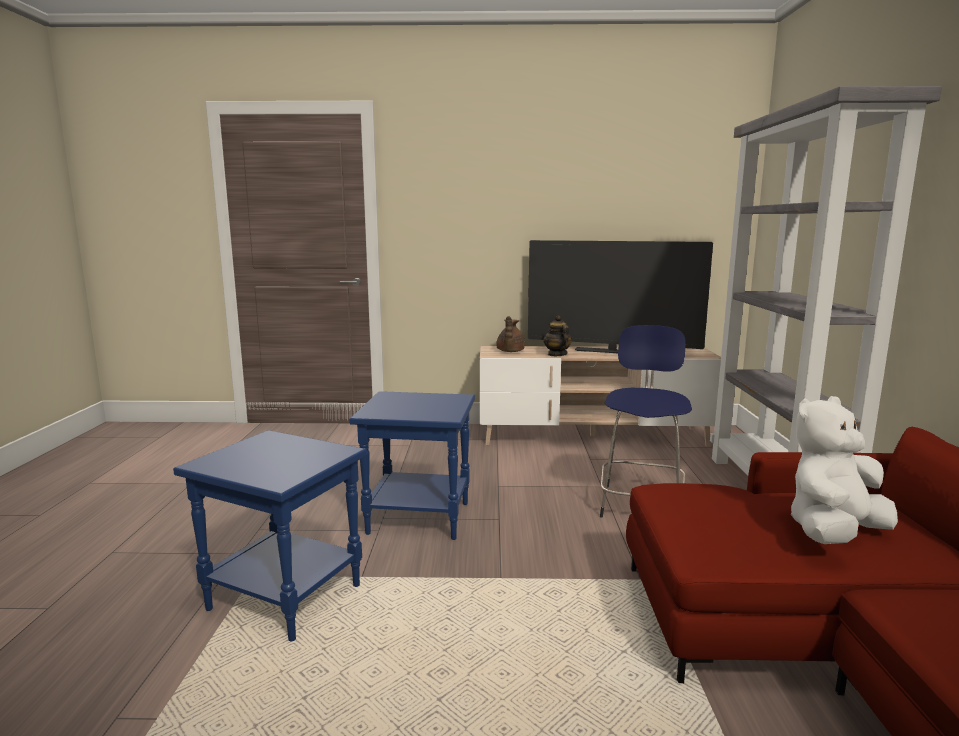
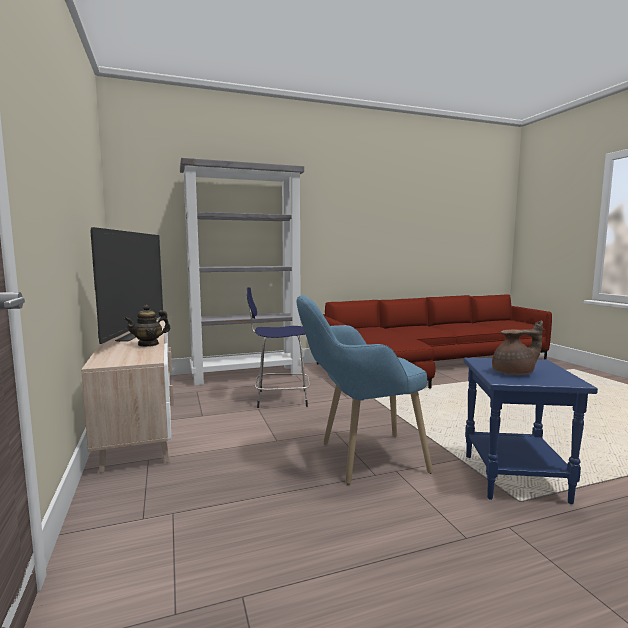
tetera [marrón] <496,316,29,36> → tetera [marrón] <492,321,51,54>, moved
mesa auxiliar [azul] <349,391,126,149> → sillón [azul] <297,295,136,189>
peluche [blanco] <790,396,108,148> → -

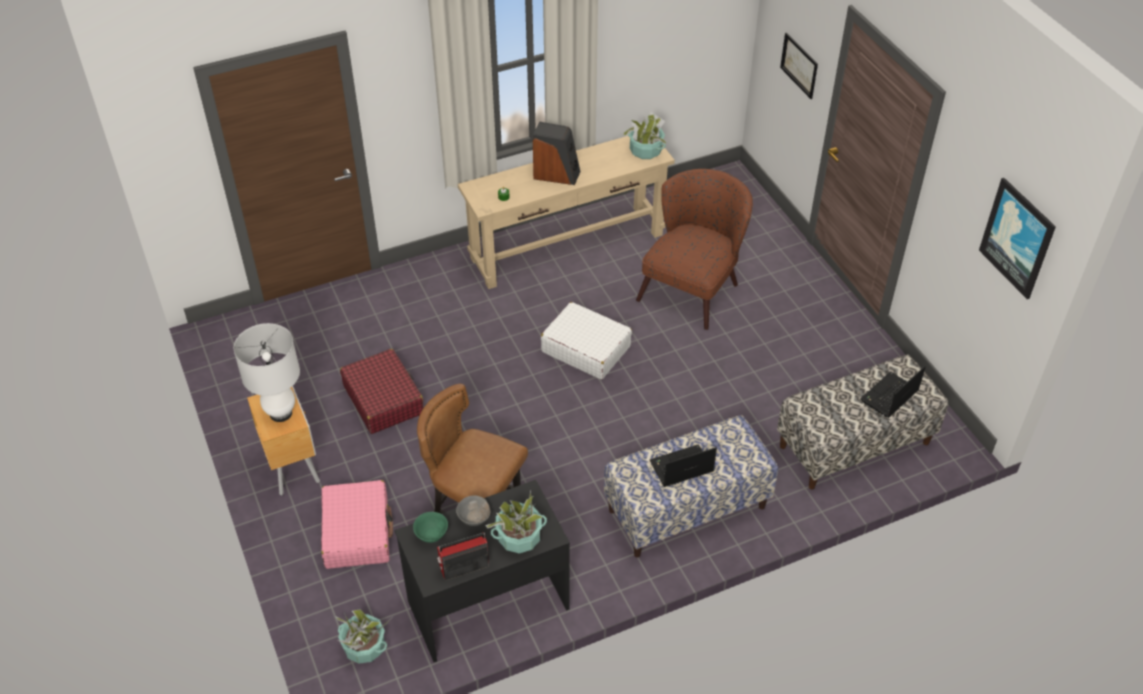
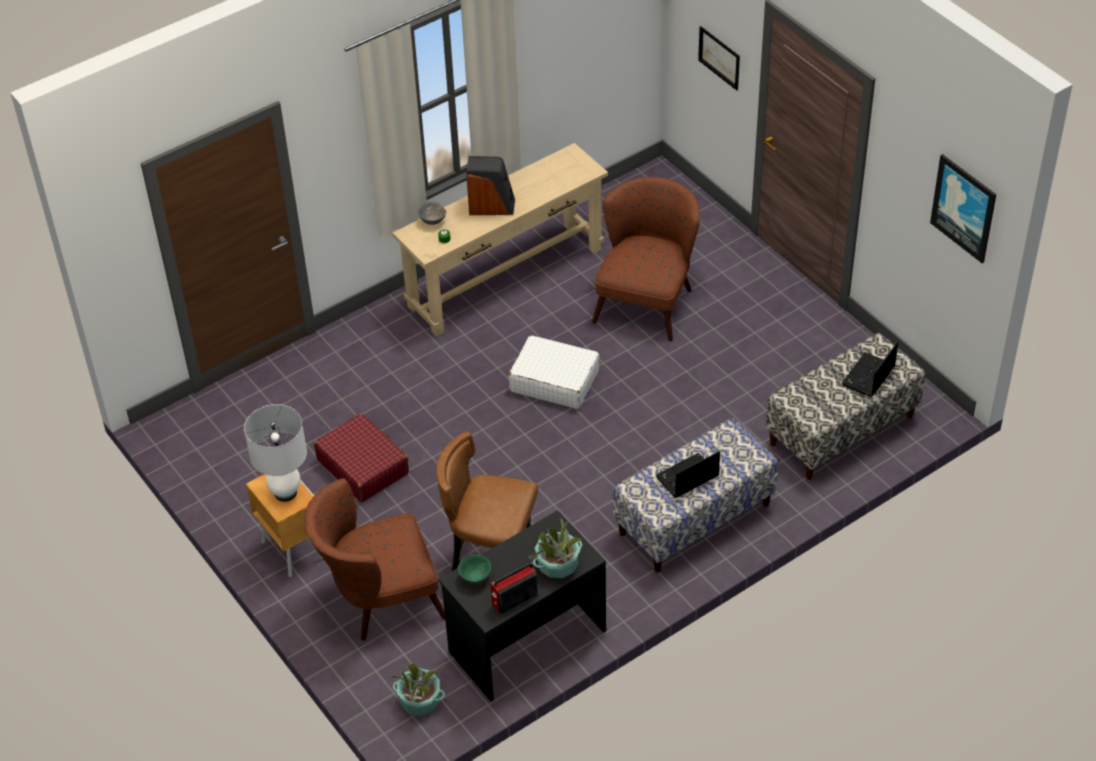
planta en maceta <621,112,46,47> → -
maleta [rosa] <321,480,72,89> → sillón [marrón] <304,478,141,163>
cuenco [gris] <456,495,35,31> → cuenco [gris] <418,202,28,23>, moved

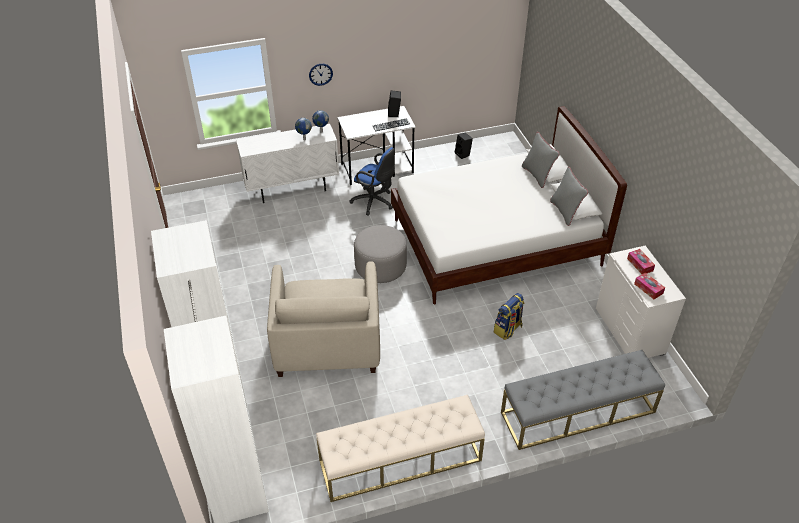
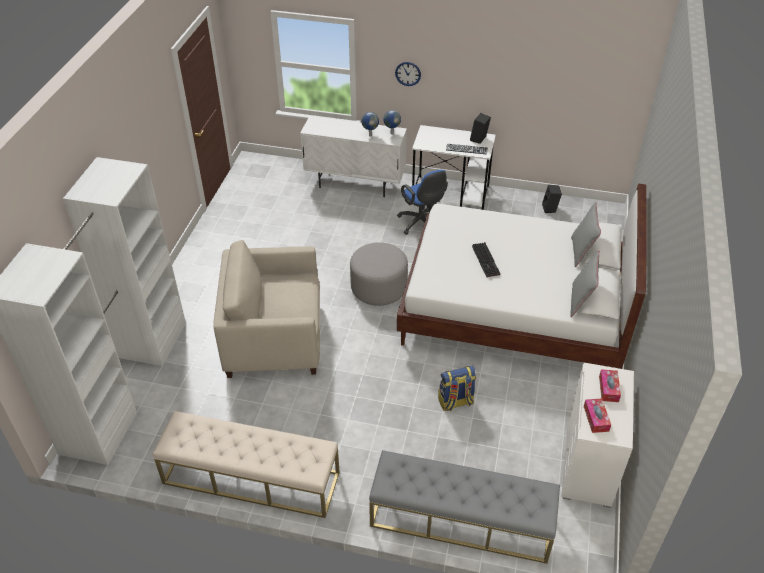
sillón [beis] <267,262,113,115> → sillón [beis] <213,240,107,138>, 60 degrees clockwise
- → teclado <472,242,28,35>

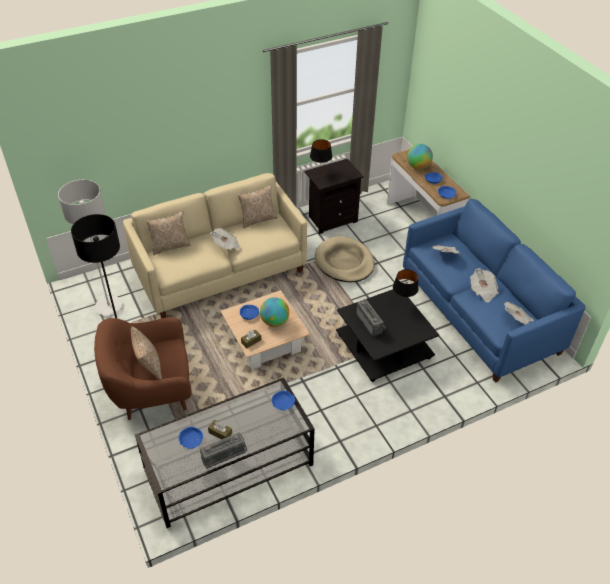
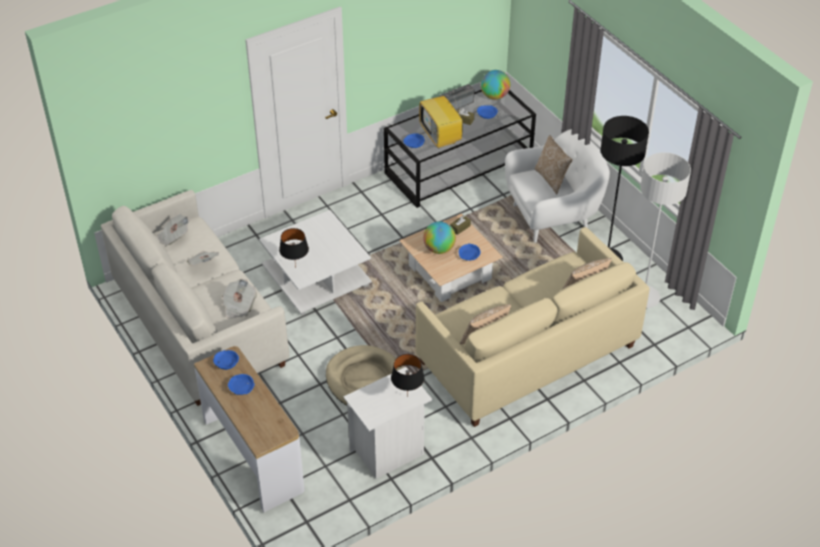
globo terráqueo <407,144,26,26> → globo terráqueo <481,70,29,30>, moved
mesita de noche [negro] <304,159,60,75> → mesita de noche [blanco] <343,367,90,112>
sofá [azul] <403,199,183,184> → sofá [blanco] <101,190,188,216>
periódico <210,228,31,22> → -
mesa de centro [negro] <336,289,103,93> → mesa de centro [blanco] <259,210,113,105>
radio <356,299,30,37> → -
sillón [marrón] <94,317,97,103> → sillón [blanco] <505,129,105,114>
- → televisor <419,92,44,56>

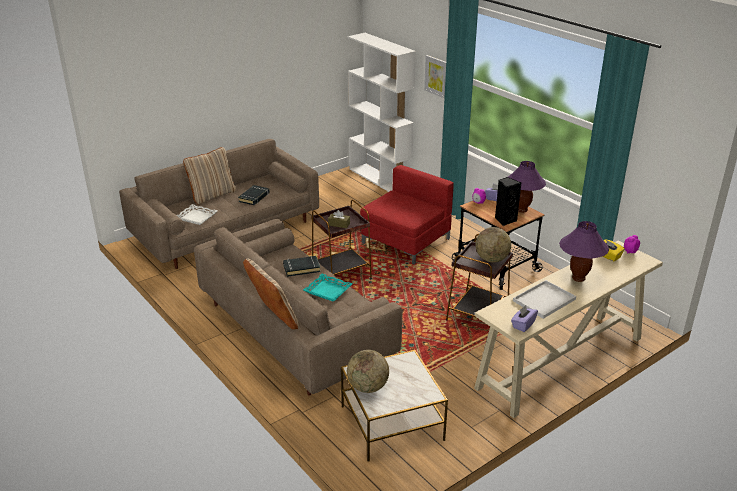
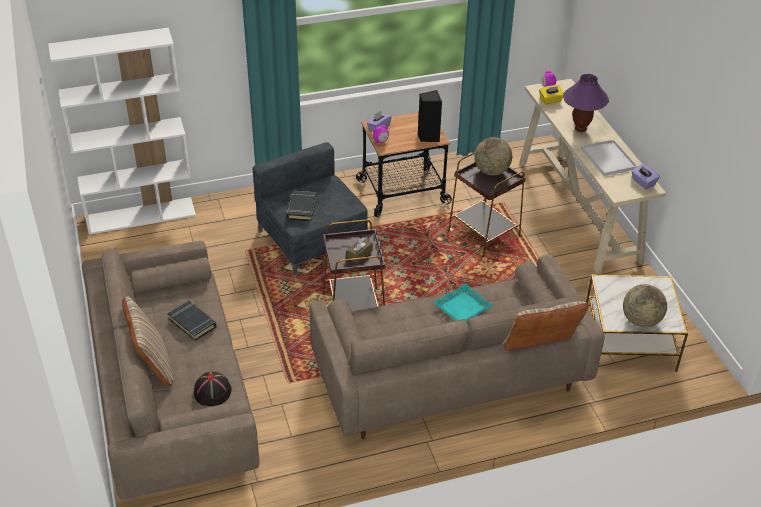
cuadro <424,55,22,43> → -
lámpara de mesa [morado] <508,161,38,52> → -
sillón [rojo] <360,165,94,100> → sillón [gris] <253,142,115,133>
bandeja [blanco] <177,204,41,21> → sombrero [negro] <193,372,39,34>
libro [negro] <283,256,38,21> → libro [negro] <286,191,31,30>, moved

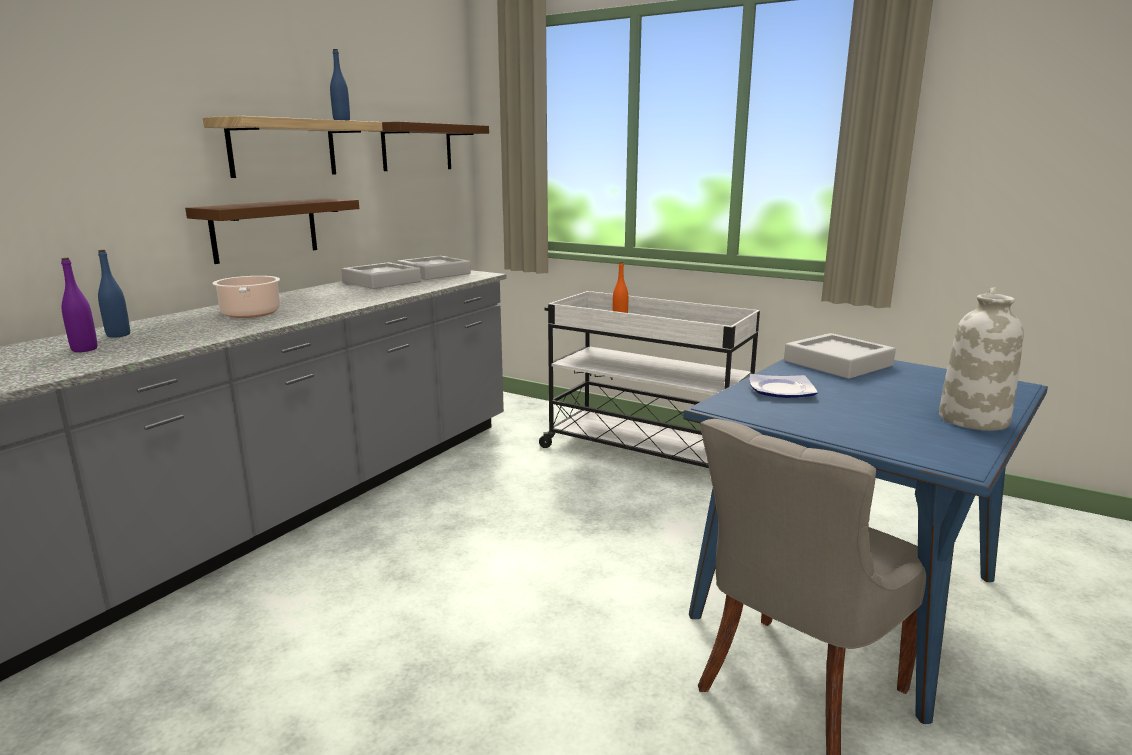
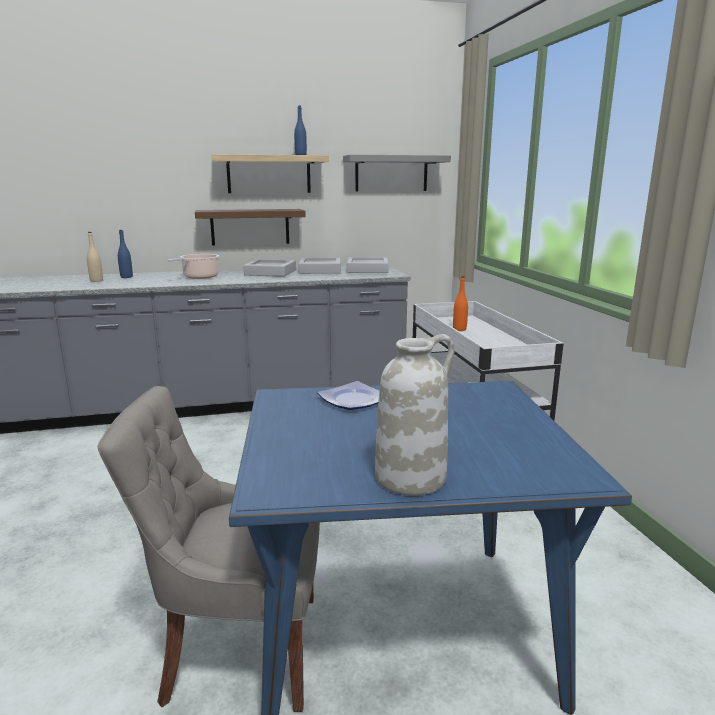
estante [marrón] <368,122,121,49> → estante [gris] <343,155,108,36>
botella [morado] <61,258,36,94> → botella [beis] <87,232,16,50>
bandeja [gris] <784,333,112,46> → bandeja [gris] <243,259,53,18>, moved

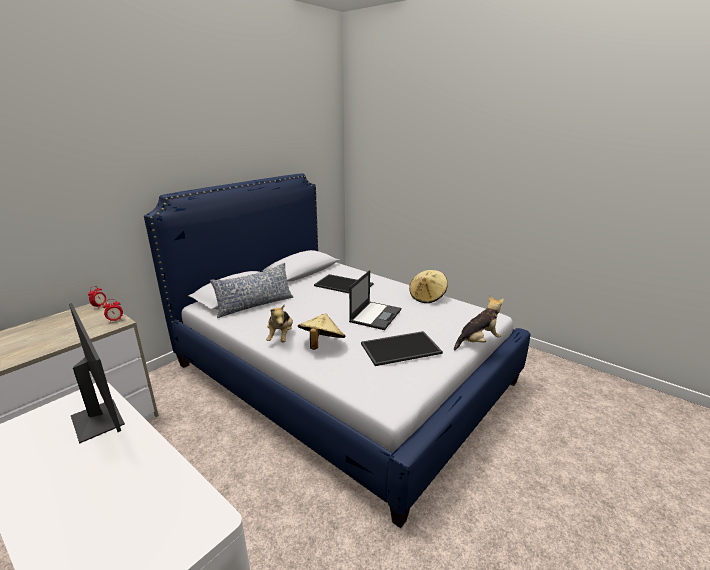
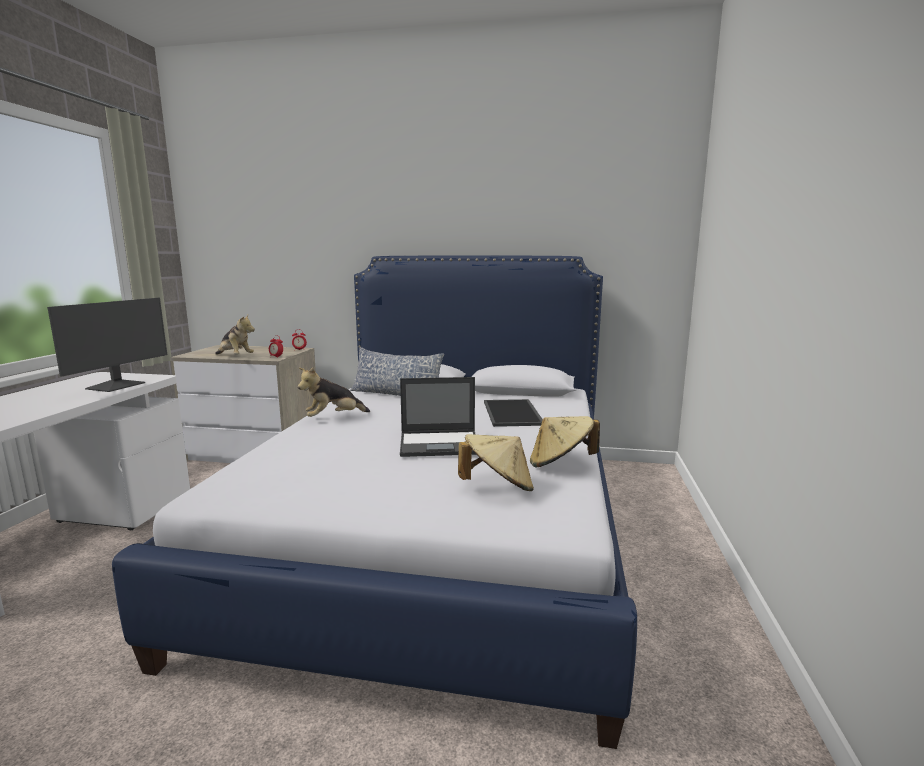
peluche <454,295,50,55> → peluche <215,315,40,40>, moved
sombrero [beis] <298,313,48,37> → sombrero [beis] <458,434,76,57>, moved
bandeja <361,331,82,35> → -

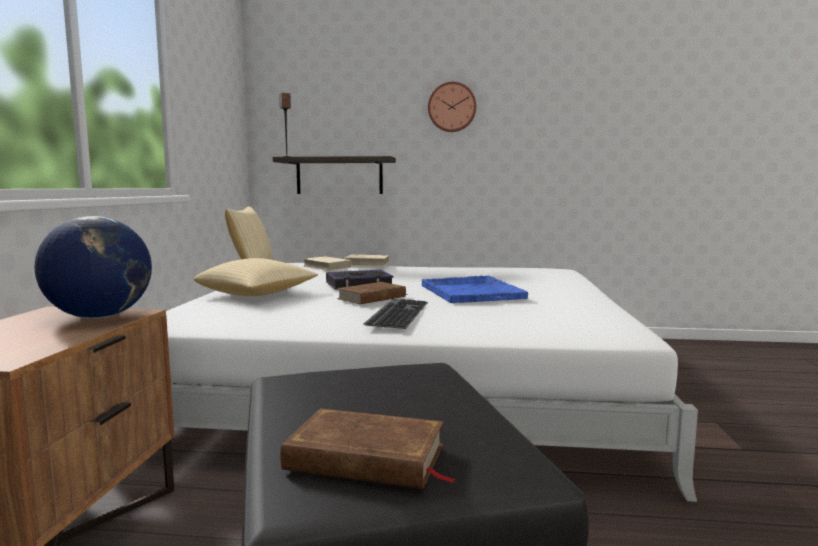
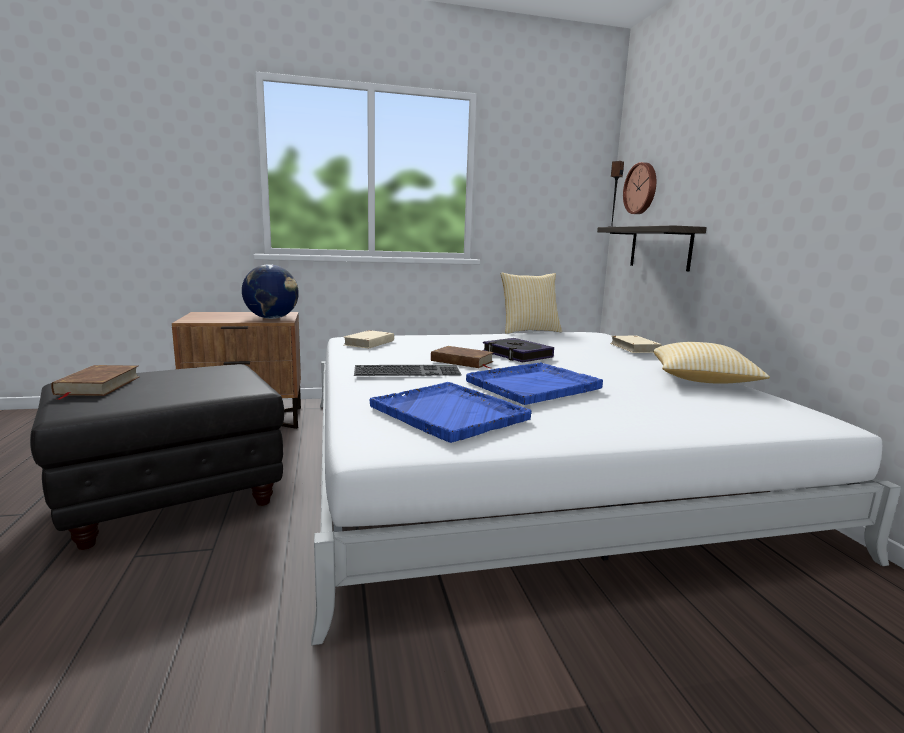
reloj de pared <428,82,48,50> → reloj de pared <623,162,33,52>, moved
libro [beis] <303,256,48,15> → libro [beis] <344,330,50,19>, moved
cojín <194,258,124,38> → cojín <653,342,117,42>, moved
- → bandeja [azul] <369,382,163,61>

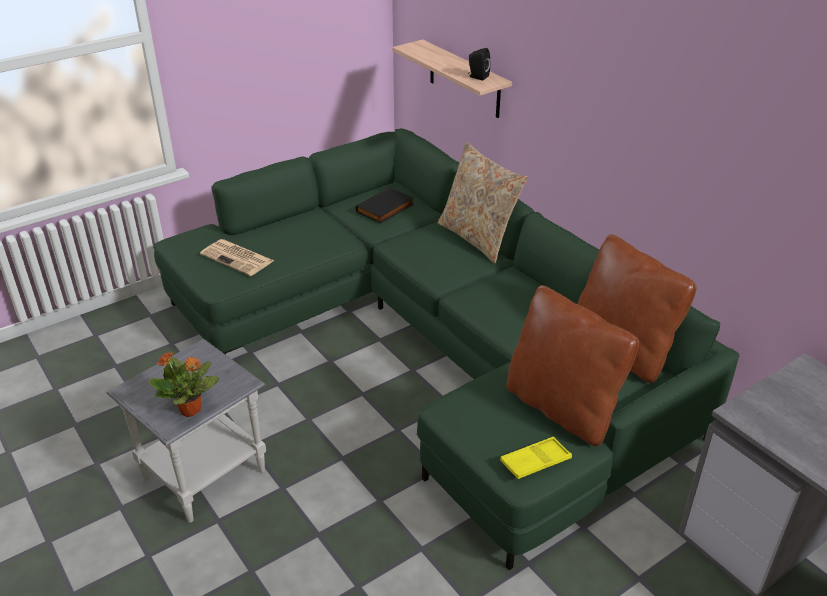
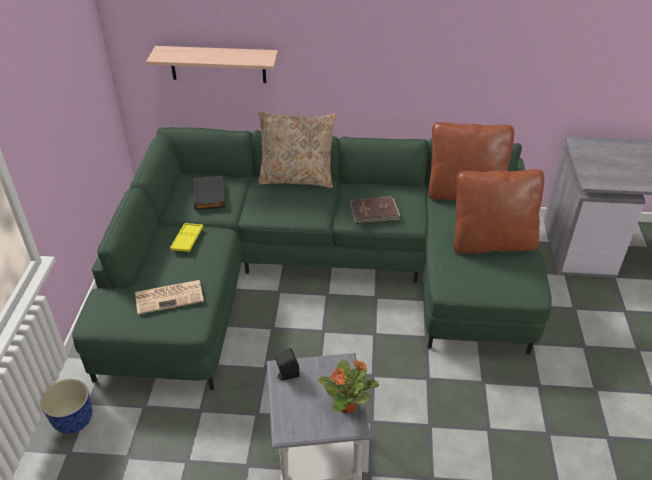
altavoz [negro] <468,48,23,33> → altavoz [negro] <276,348,24,32>, moved
bandeja [amarillo] <500,437,72,42> → bandeja [amarillo] <170,223,33,29>, moved
- → libro [marrón] <350,196,50,28>
- → maceta <41,379,51,55>

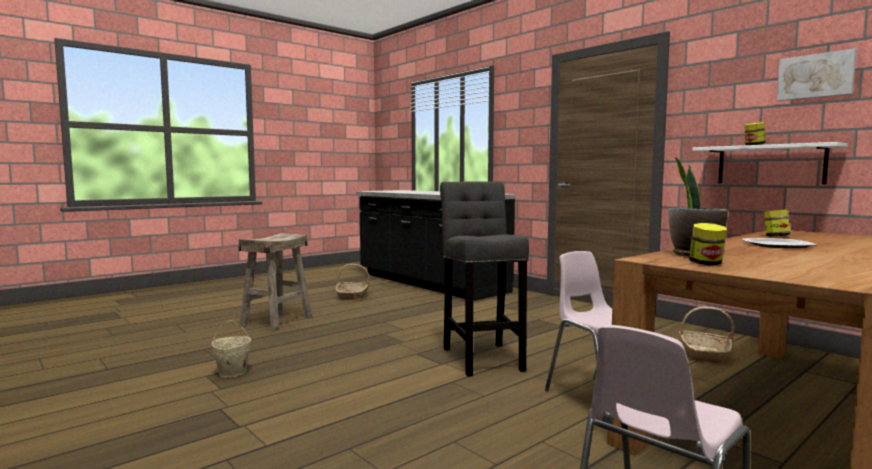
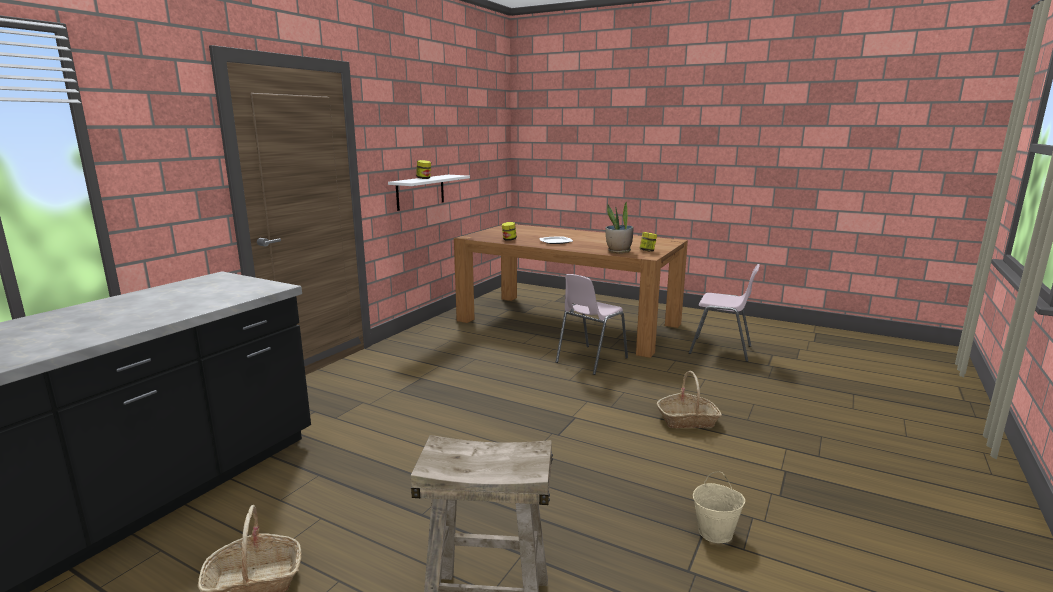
cuadro <777,48,80,53> → -
taburete [gris] <440,181,89,196> → -
cesta <679,307,56,56> → cesta <657,371,65,57>, moved

